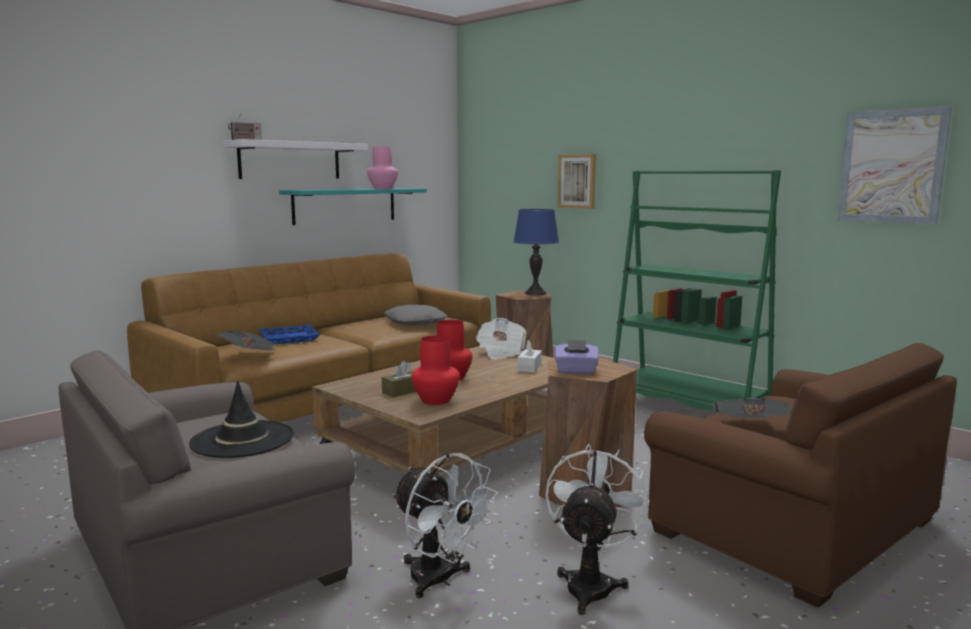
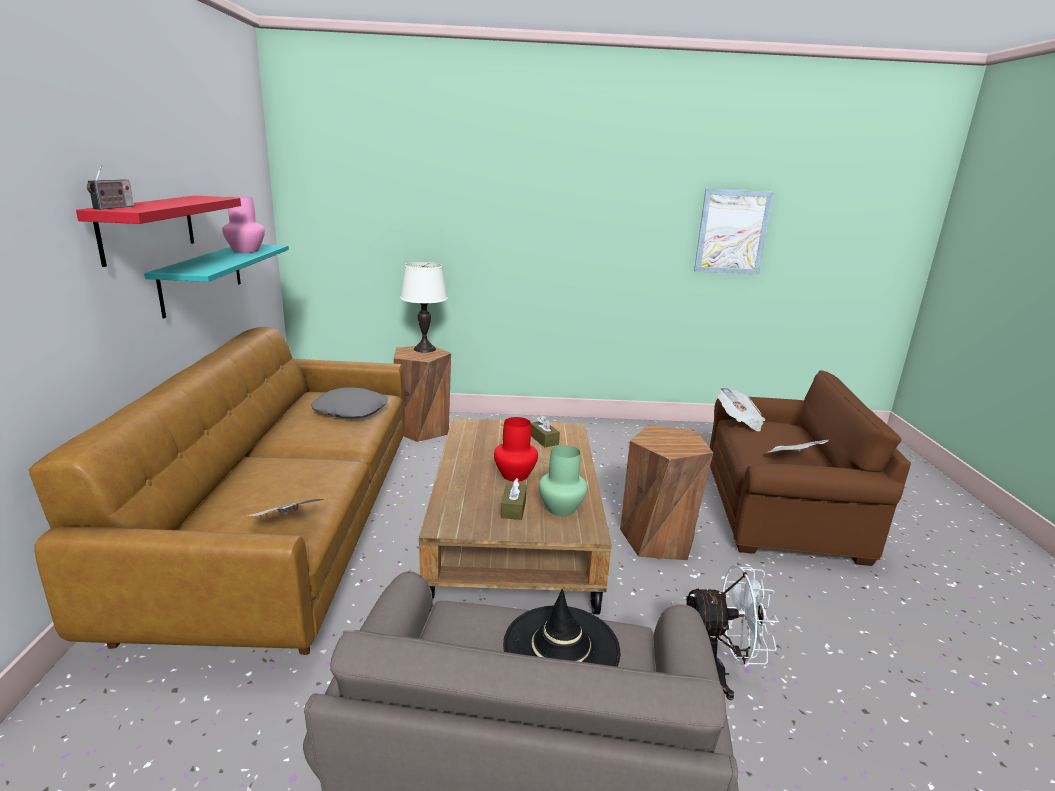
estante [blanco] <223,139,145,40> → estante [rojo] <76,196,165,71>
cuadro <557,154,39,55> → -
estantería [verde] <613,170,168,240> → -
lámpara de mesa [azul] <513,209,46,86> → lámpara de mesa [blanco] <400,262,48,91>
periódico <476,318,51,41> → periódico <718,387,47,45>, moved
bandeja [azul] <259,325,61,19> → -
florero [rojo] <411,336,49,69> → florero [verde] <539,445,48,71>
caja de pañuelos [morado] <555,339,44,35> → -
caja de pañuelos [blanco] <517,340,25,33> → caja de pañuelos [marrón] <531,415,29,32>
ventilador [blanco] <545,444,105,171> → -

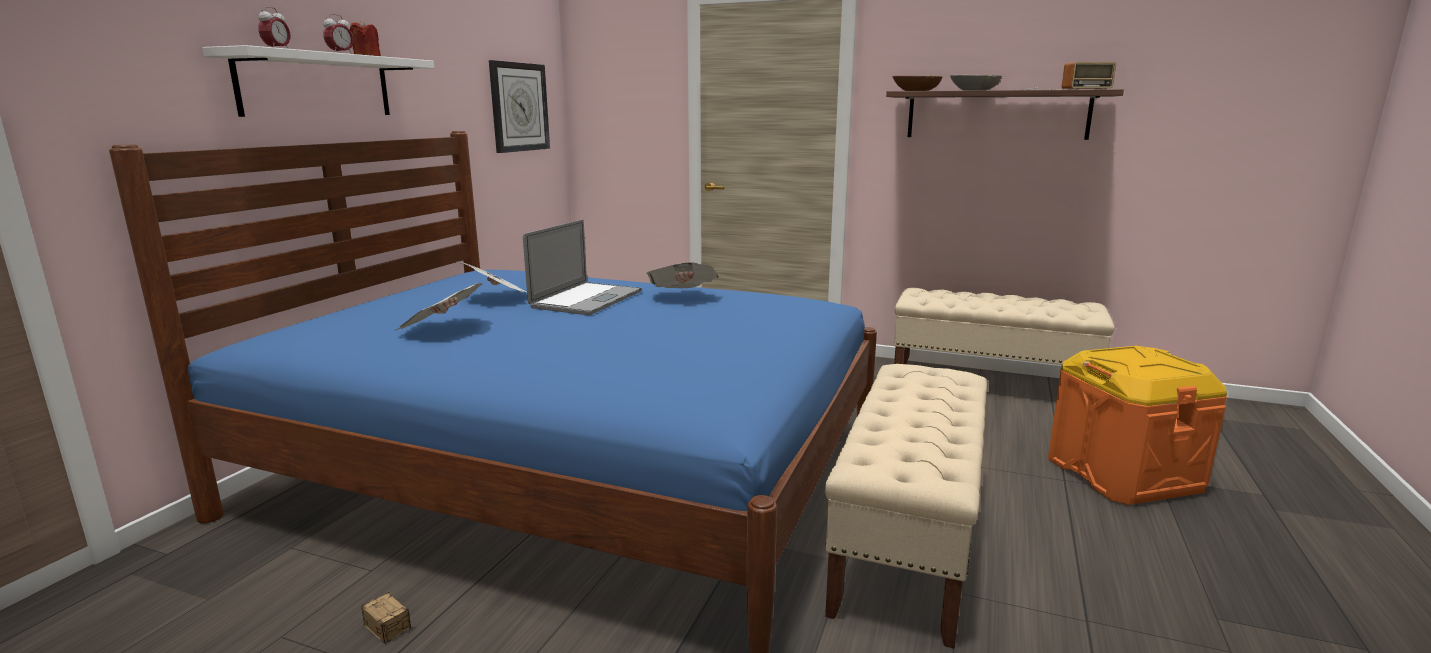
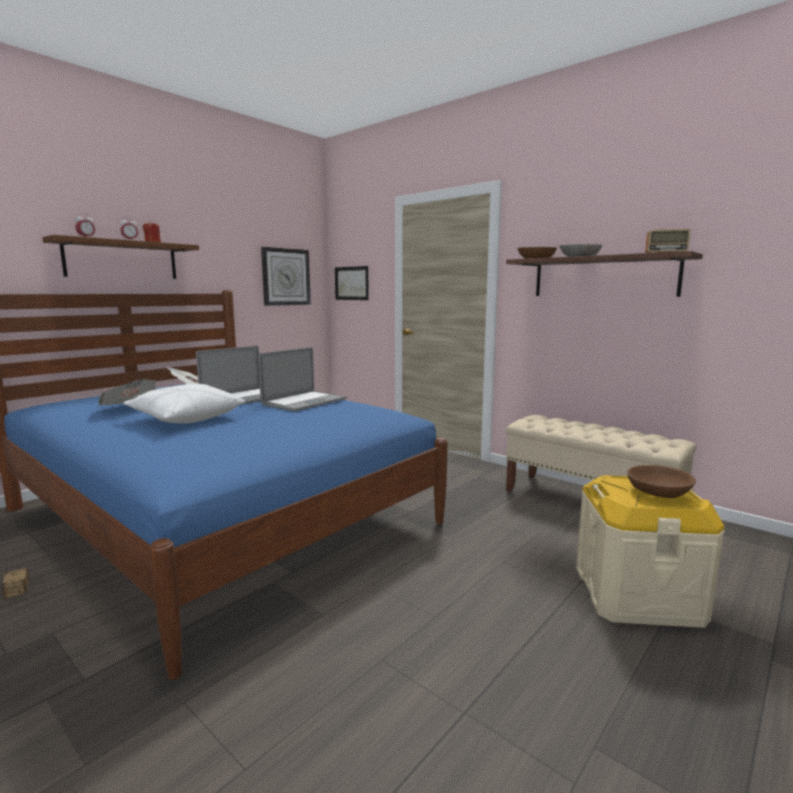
estante [blanco] <202,45,232,72> → estante [marrón] <42,235,157,44>
periódico <646,262,73,26> → portátil <258,347,89,65>
caja de almacenaje [naranja] <1048,346,179,159> → caja de almacenaje [beis] <576,475,149,153>
banco [beis] <825,364,162,285> → -
- → cuadro <335,266,34,34>
- → cojín [blanco] <124,384,121,39>
- → cuenco [marrón] <627,465,69,33>

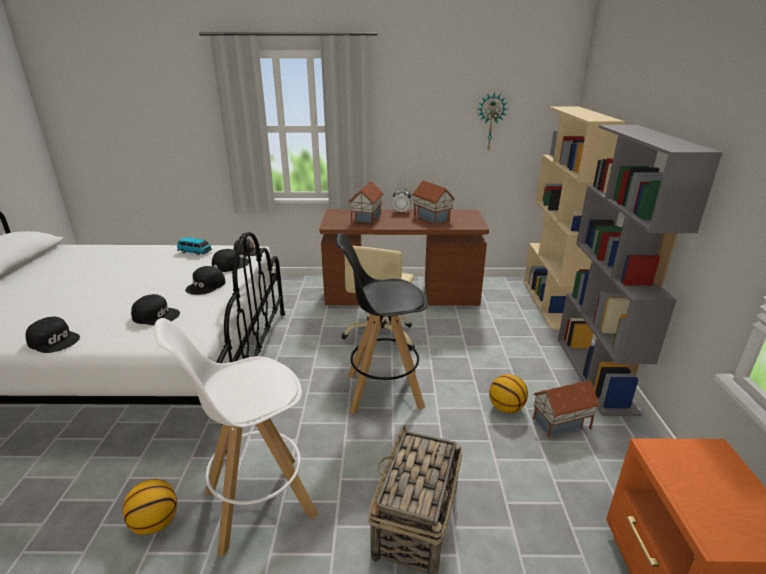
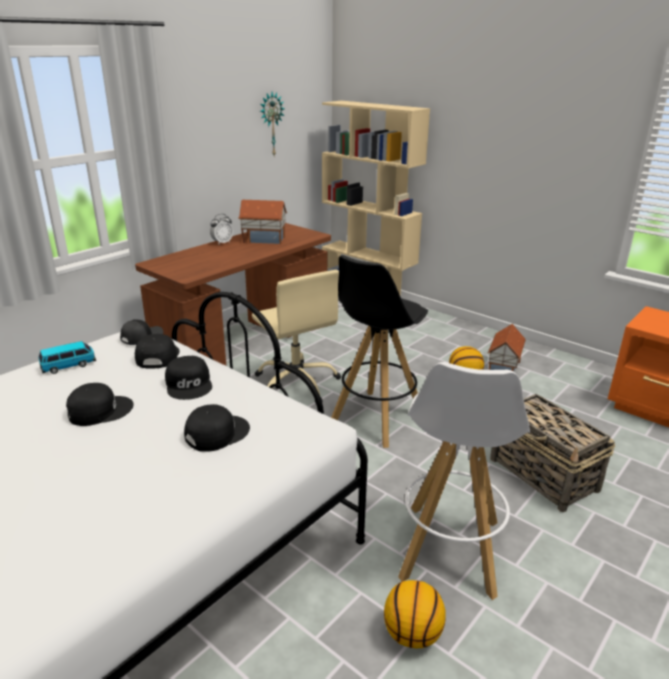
estantería [gris] <558,125,165,291> → -
casita <348,181,36,44> → -
gorra [negro] <26,317,54,36> → gorra [negro] <66,383,68,43>, moved

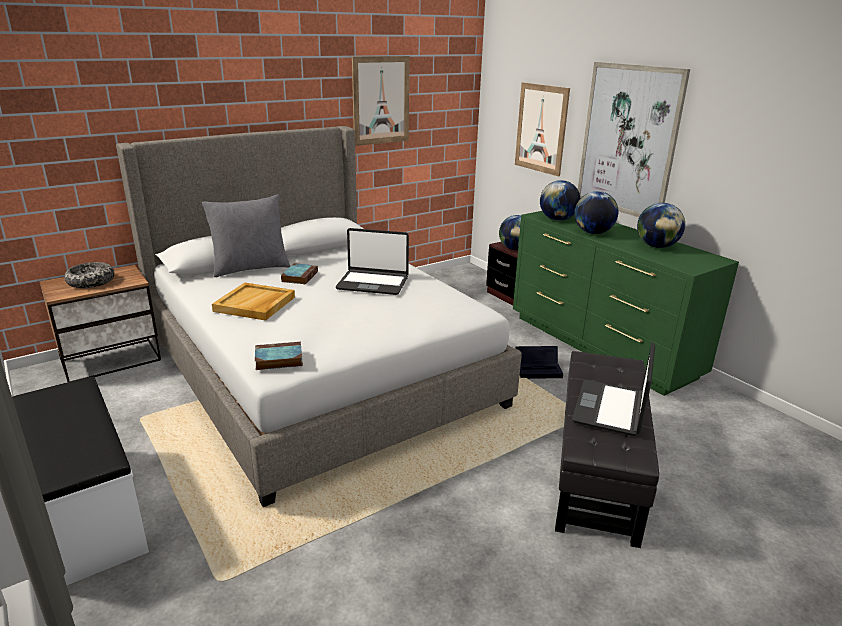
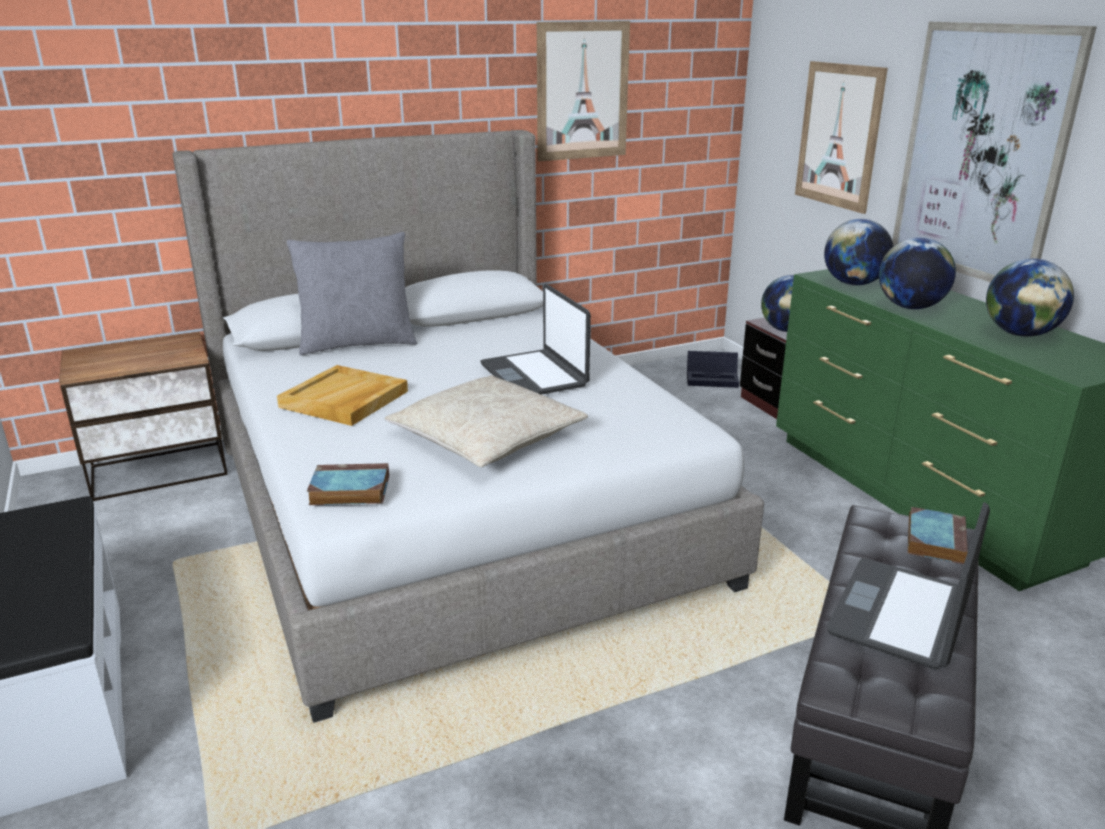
portátil <336,228,73,67> → portátil <481,284,110,111>, 45 degrees clockwise
cuenco <64,262,51,26> → -
libro <281,263,37,21> → libro <908,507,60,57>, moved
caja de almacenaje [negro] <515,346,48,33> → caja de almacenaje [negro] <687,351,52,37>, moved
- → cojín [beis] <385,375,203,92>

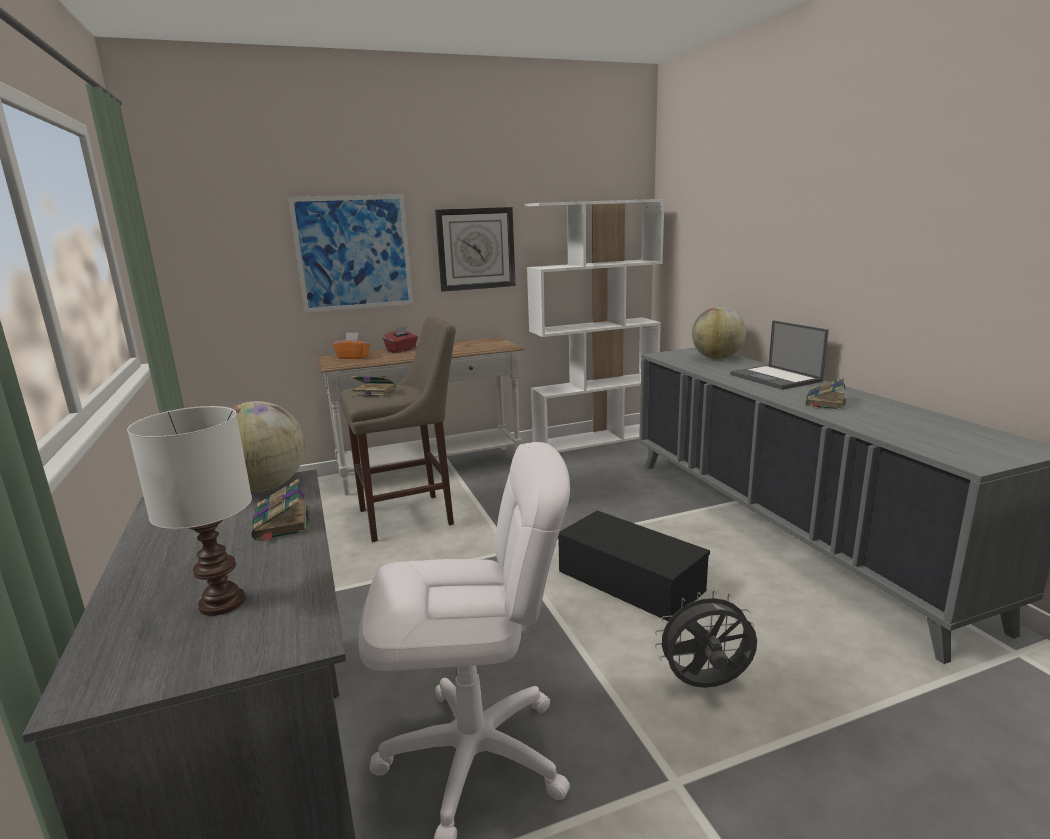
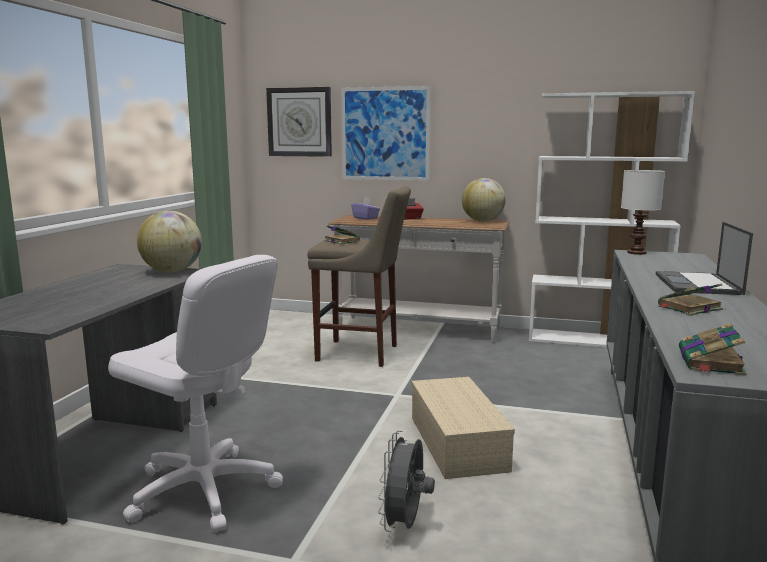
reloj de pared <435,207,80,85> → reloj de pared <266,87,66,70>, moved
globo terráqueo <692,307,54,52> → globo terráqueo <462,178,44,44>, moved
caja de pañuelos [naranja] <333,332,37,27> → caja de pañuelos [morado] <351,197,29,23>
lámpara de mesa [blanco] <127,406,125,210> → lámpara de mesa [blanco] <621,170,44,85>, moved
libro <251,479,59,63> → libro <679,323,67,52>, moved
caja de almacenaje [negro] <558,510,152,111> → caja de almacenaje [beis] <411,377,104,102>
ventilador [gris] <655,590,102,98> → ventilador [gris] <378,431,57,101>, 105 degrees counterclockwise

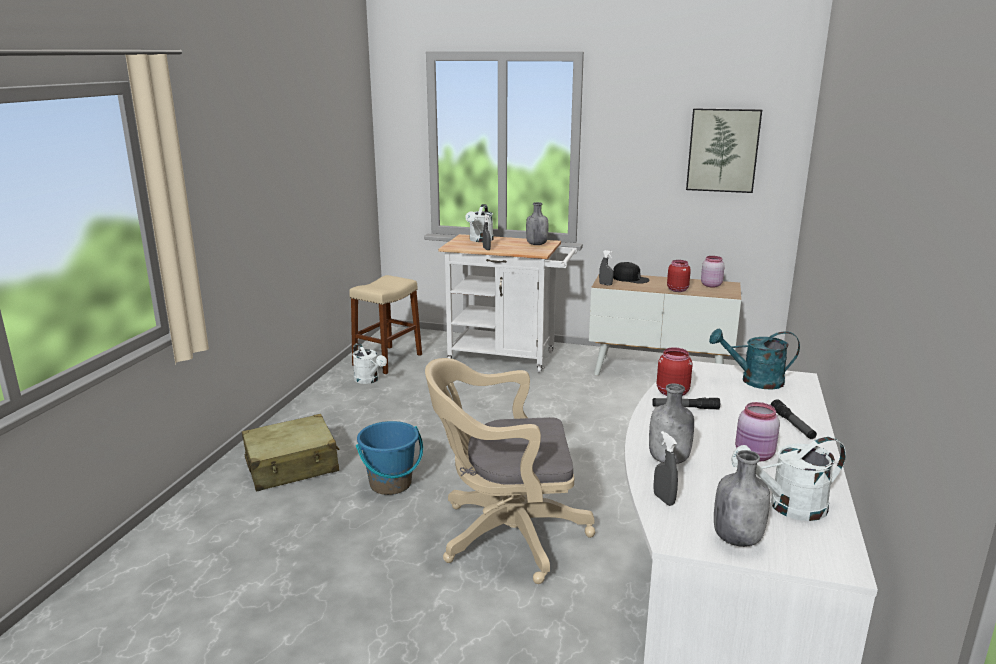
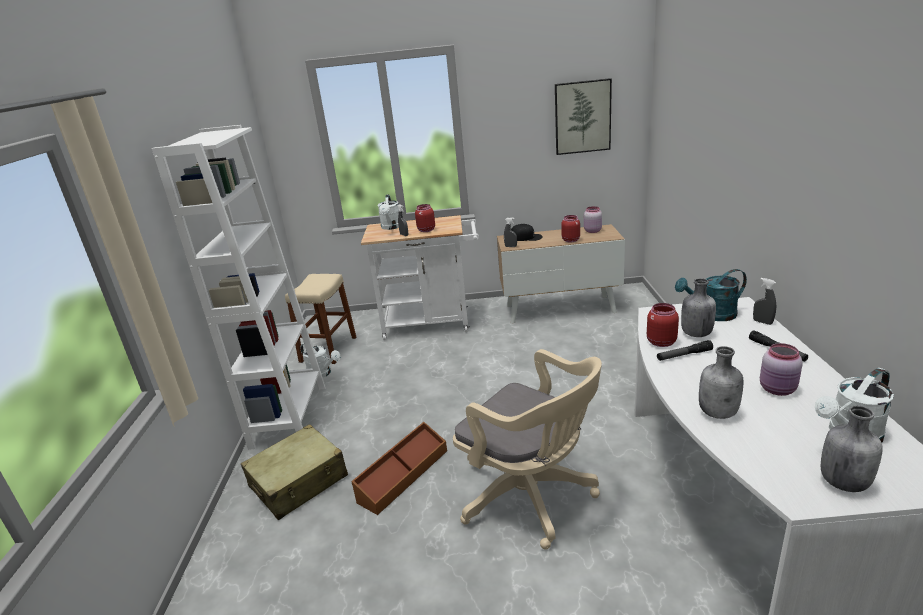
botella [gris] <526,202,22,43> → botella [gris] <681,278,35,59>, moved
silla de oficina [beis] <425,358,170,226> → silla de oficina [beis] <453,349,149,201>, 120 degrees counterclockwise
cubo [azul] <356,421,67,74> → caja de almacenaje [marrón] <351,422,96,93>
pulverizador [gris] <653,431,25,75> → pulverizador [gris] <753,278,23,47>, moved
- → estantería [blanco] <152,125,174,325>
- → tarro [rojo] <415,204,20,28>

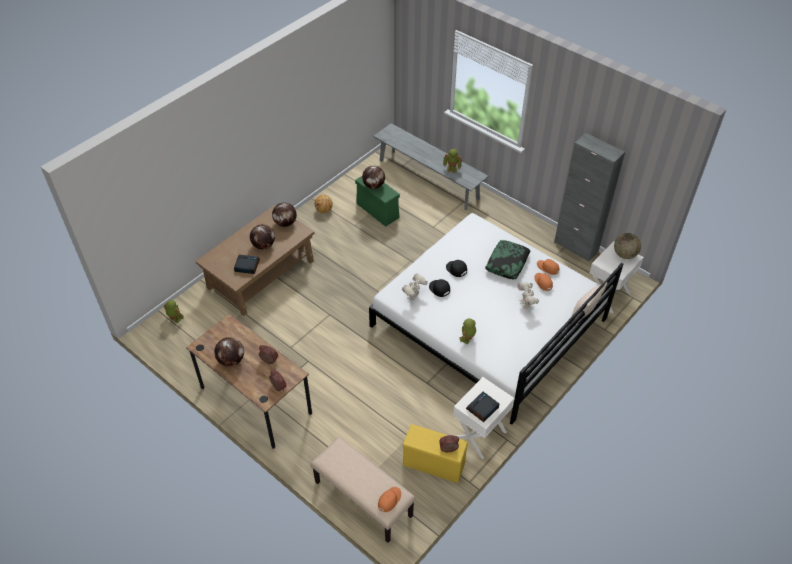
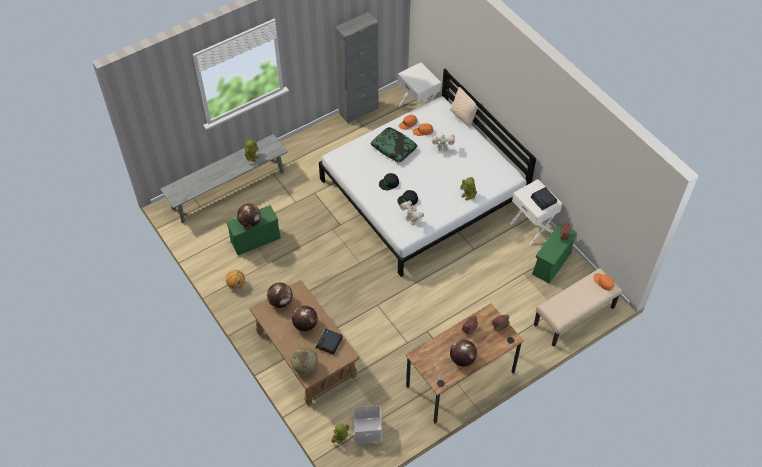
globo terráqueo <614,233,27,26> → globo terráqueo <291,347,27,28>, moved
caja de almacenaje [amarillo] <403,424,65,59> → caja de almacenaje [verde] <532,224,45,59>
- → caja de almacenaje [blanco] <353,405,29,39>

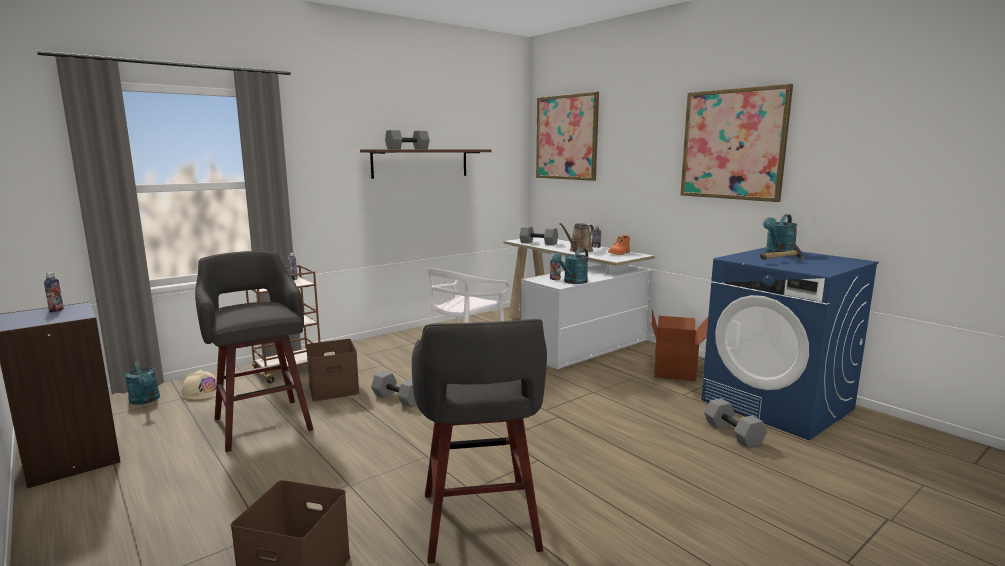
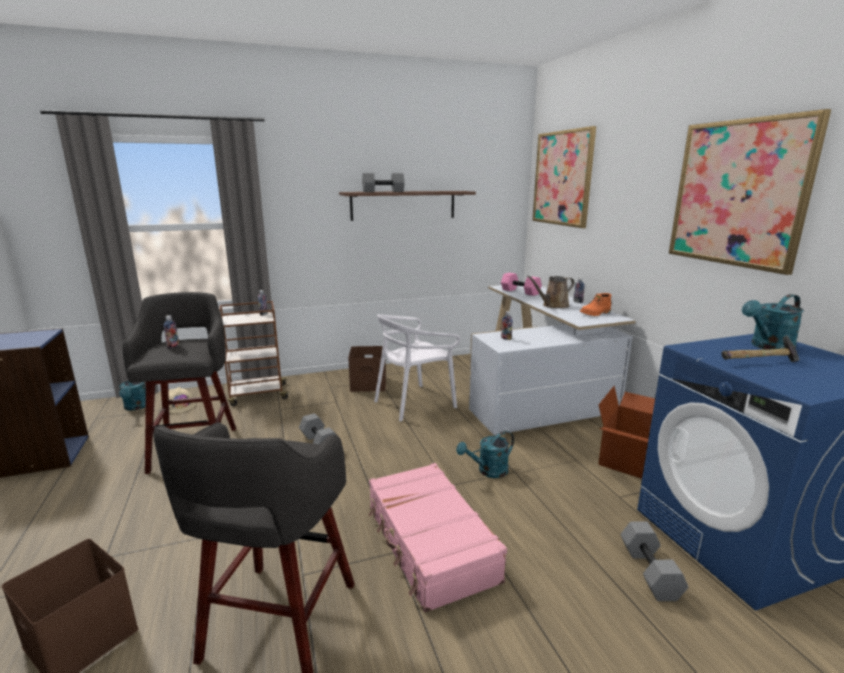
mancuerna [gris] <519,226,39,19> → mancuerna [rosa] <501,273,41,23>
regadera [turquesa] <552,248,36,36> → regadera [turquesa] <456,431,58,47>, moved
botella <44,272,20,40> → botella <164,315,15,34>, moved
caja de almacenaje [marrón] <306,339,54,62> → caja de almacenaje [marrón] <348,346,38,46>, moved
- → maleta [rosa] <368,463,139,150>

